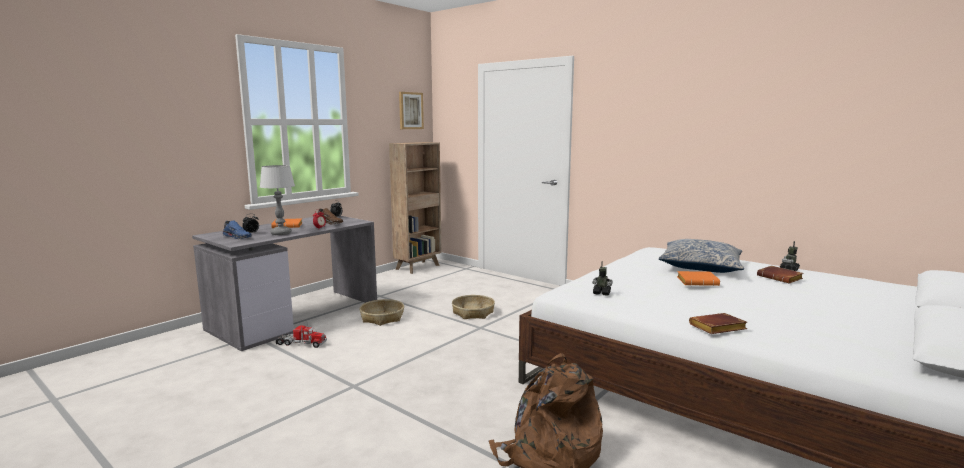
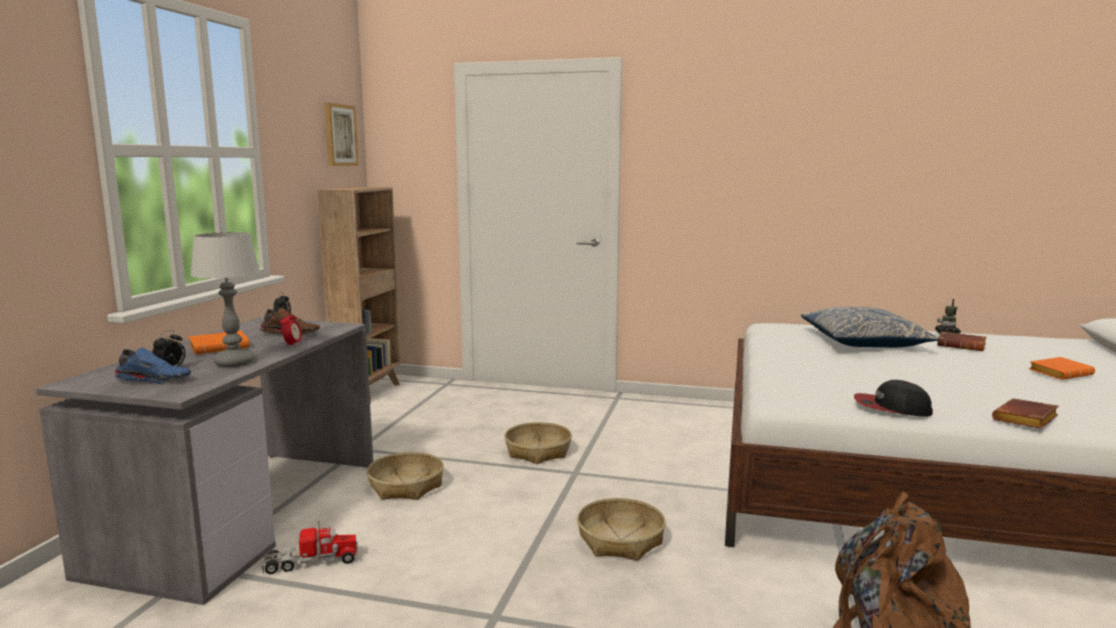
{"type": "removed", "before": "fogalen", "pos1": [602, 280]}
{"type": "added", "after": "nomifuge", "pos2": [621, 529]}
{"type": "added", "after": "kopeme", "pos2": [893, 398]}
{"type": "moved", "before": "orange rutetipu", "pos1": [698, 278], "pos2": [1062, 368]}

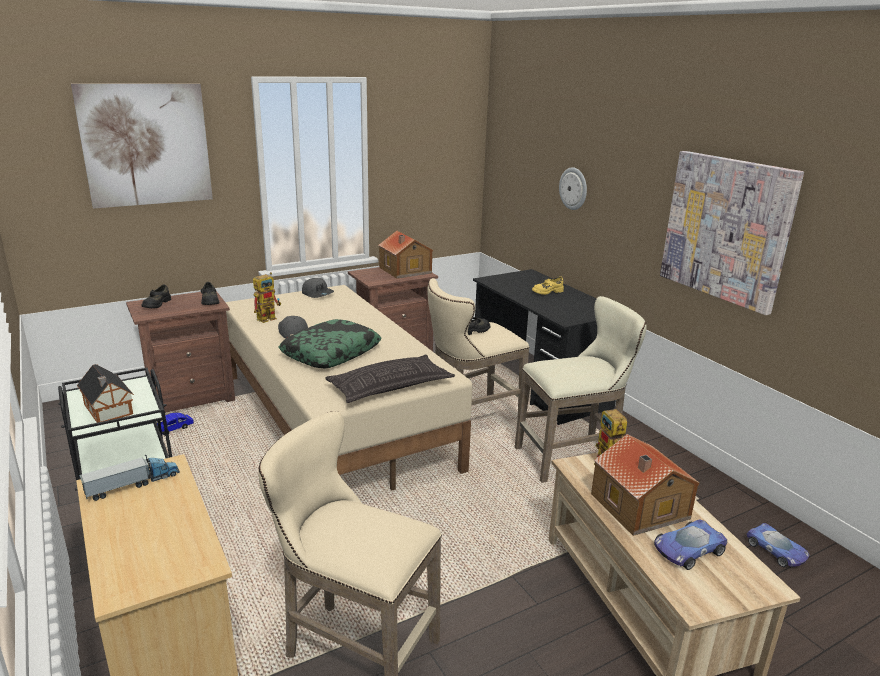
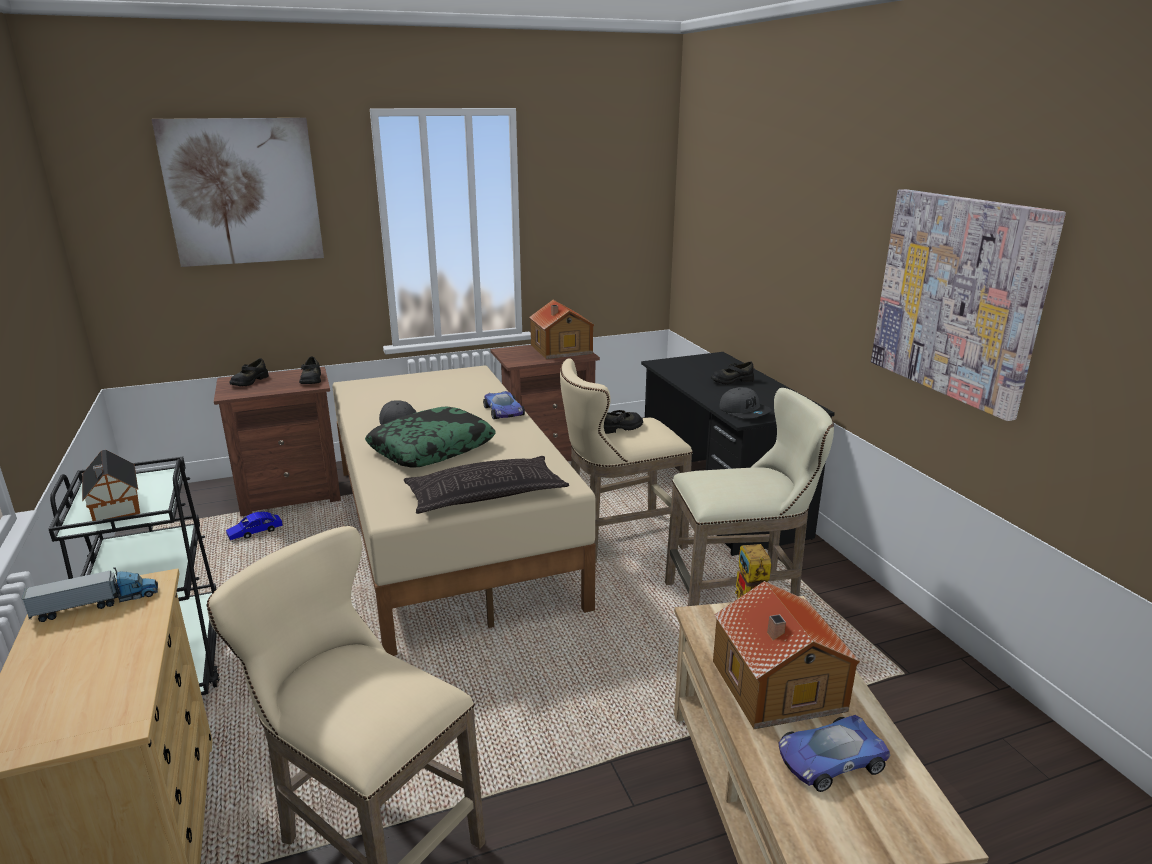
{"type": "removed", "before": "fogalen", "pos1": [267, 297]}
{"type": "removed", "before": "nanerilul", "pos1": [573, 188]}
{"type": "moved", "before": "grey kopeme", "pos1": [318, 288], "pos2": [745, 403]}
{"type": "moved", "before": "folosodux", "pos1": [777, 545], "pos2": [504, 405]}
{"type": "recoloured", "before": "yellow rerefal", "after": "black rerefal", "pos1": [548, 286], "pos2": [732, 372]}

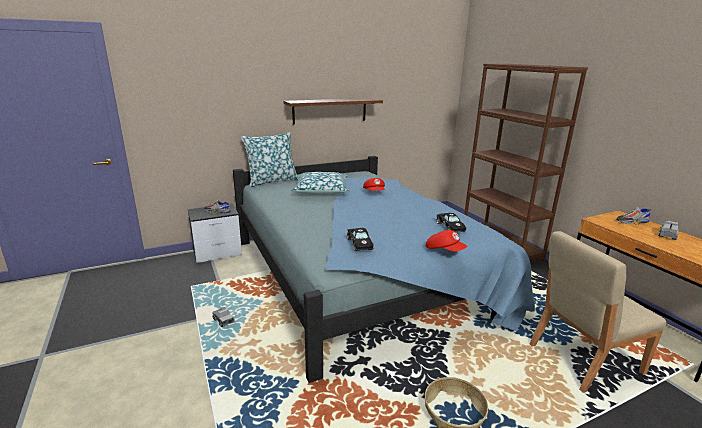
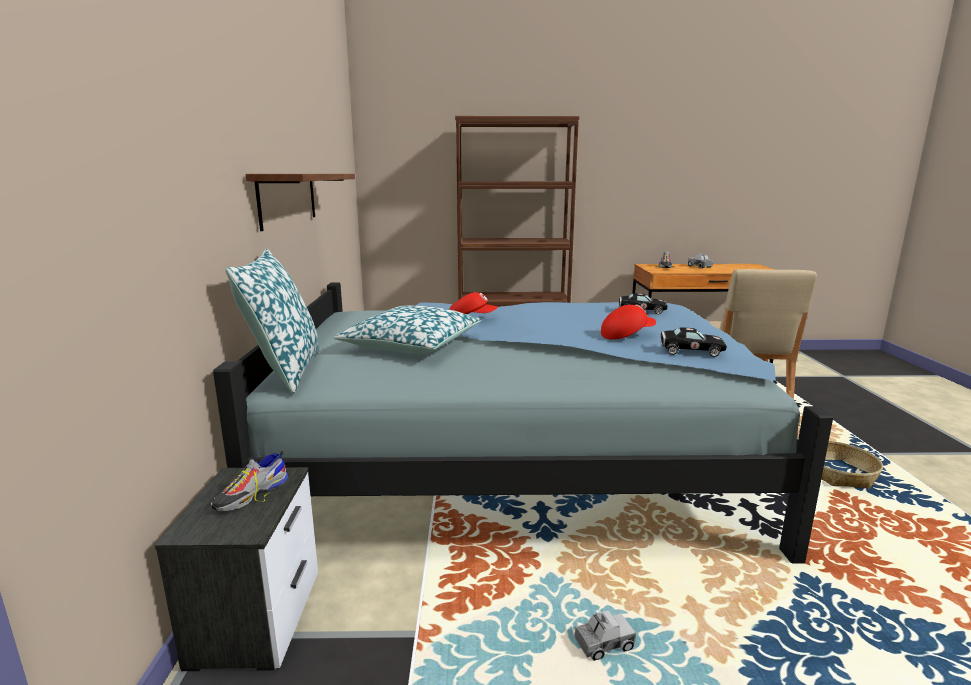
{"type": "moved", "before": "red kopeme", "pos1": [446, 240], "pos2": [628, 322]}

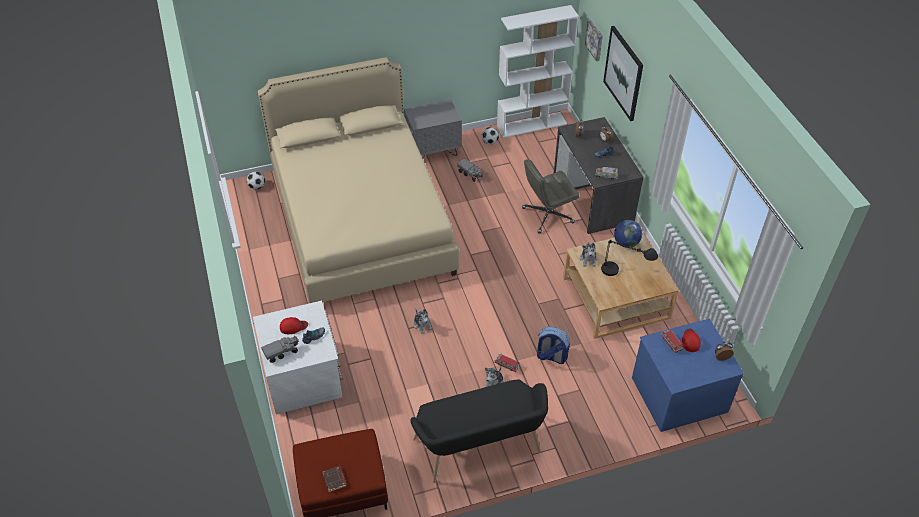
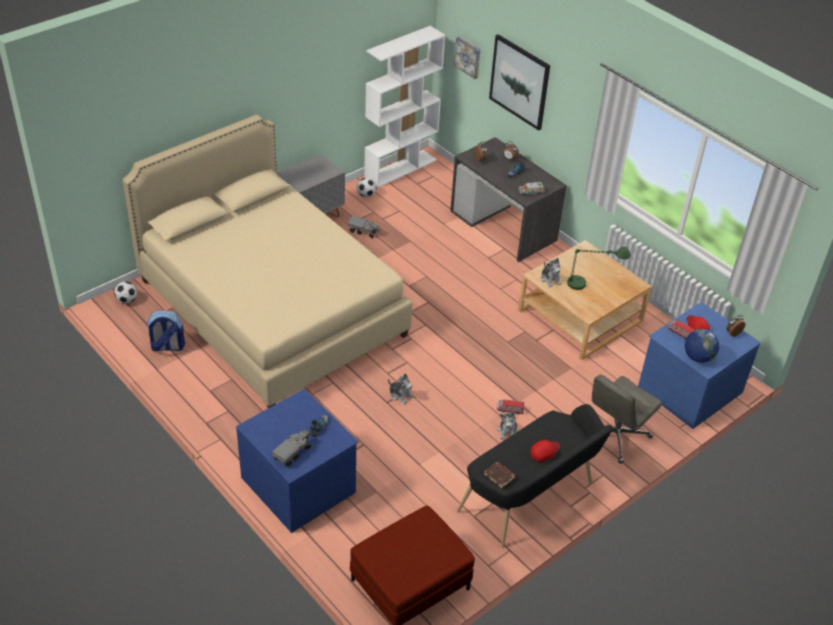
{"type": "moved", "before": "red kopeme", "pos1": [294, 325], "pos2": [545, 451]}
{"type": "moved", "before": "brown rutetipu", "pos1": [335, 479], "pos2": [499, 474]}
{"type": "moved", "before": "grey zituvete", "pos1": [550, 196], "pos2": [626, 419]}
{"type": "moved", "before": "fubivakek", "pos1": [553, 345], "pos2": [165, 330]}
{"type": "moved", "before": "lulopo", "pos1": [628, 234], "pos2": [702, 346]}
{"type": "recoloured", "before": "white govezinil", "after": "blue govezinil", "pos1": [298, 357], "pos2": [297, 461]}
{"type": "recoloured", "before": "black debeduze", "after": "green debeduze", "pos1": [629, 258], "pos2": [599, 268]}

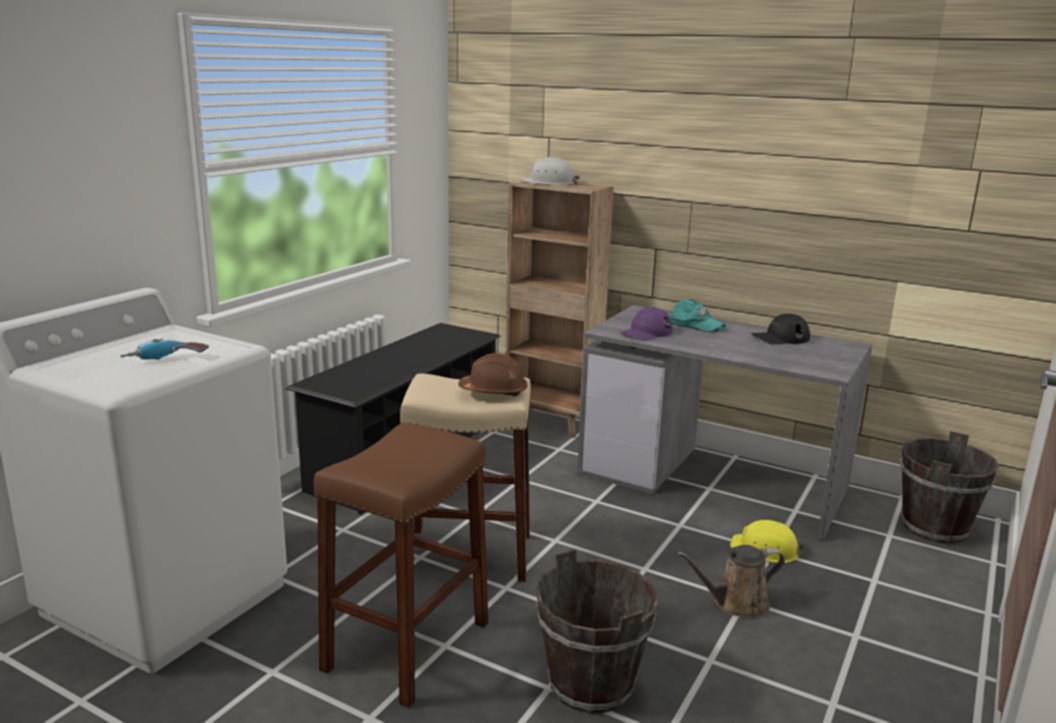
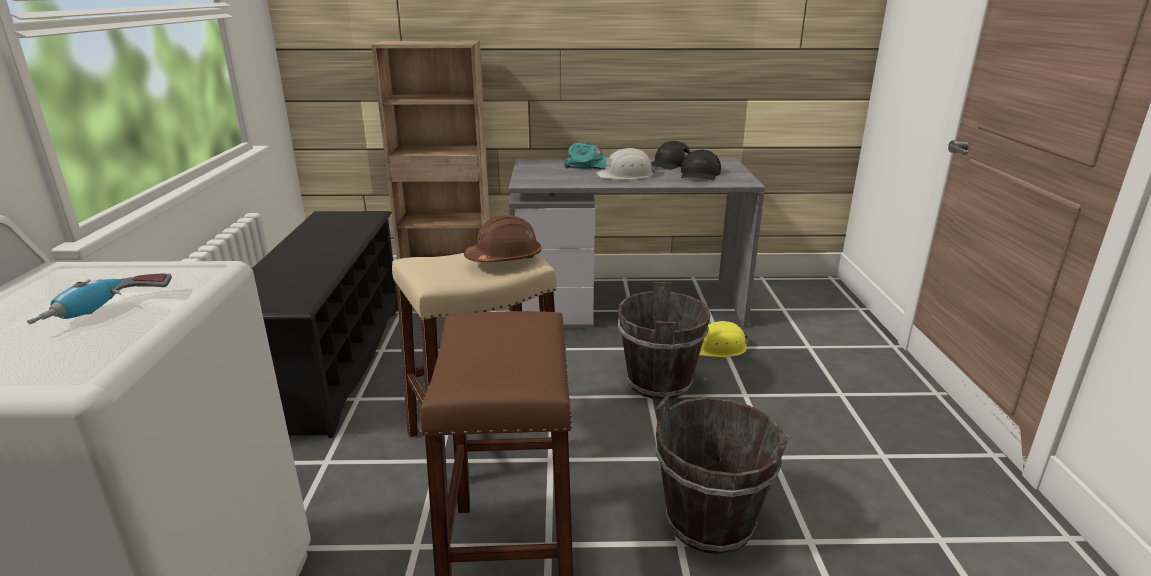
{"type": "removed", "before": "purple kopeme", "pos1": [646, 323]}
{"type": "removed", "before": "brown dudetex", "pos1": [730, 581]}
{"type": "added", "after": "black kopeme", "pos2": [701, 165]}
{"type": "moved", "before": "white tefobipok", "pos1": [550, 171], "pos2": [625, 164]}
{"type": "moved", "before": "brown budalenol", "pos1": [949, 487], "pos2": [664, 341]}

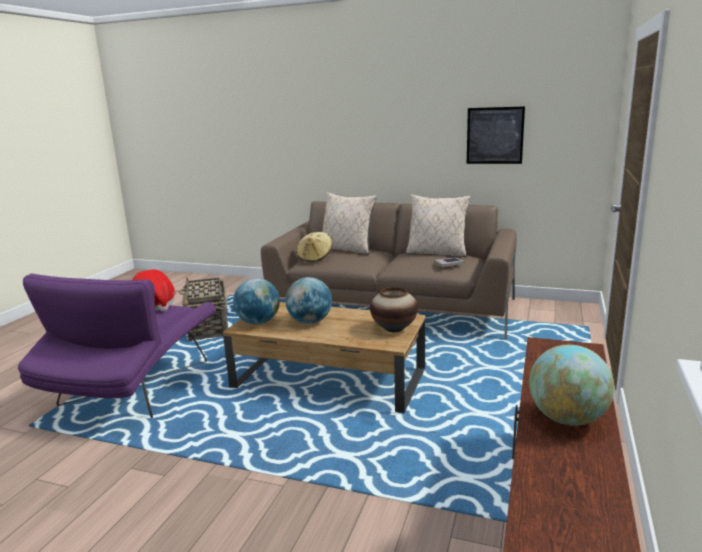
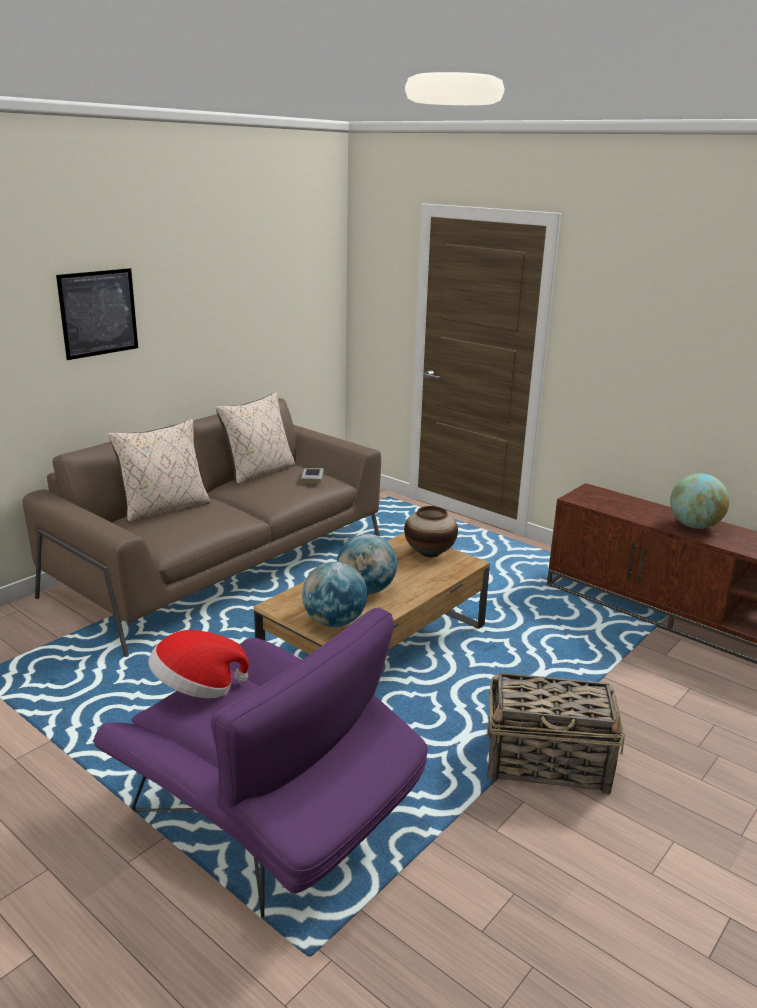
{"type": "removed", "before": "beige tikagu", "pos1": [314, 247]}
{"type": "moved", "before": "nomifuge", "pos1": [203, 309], "pos2": [555, 734]}
{"type": "moved", "before": "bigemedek", "pos1": [496, 135], "pos2": [97, 314]}

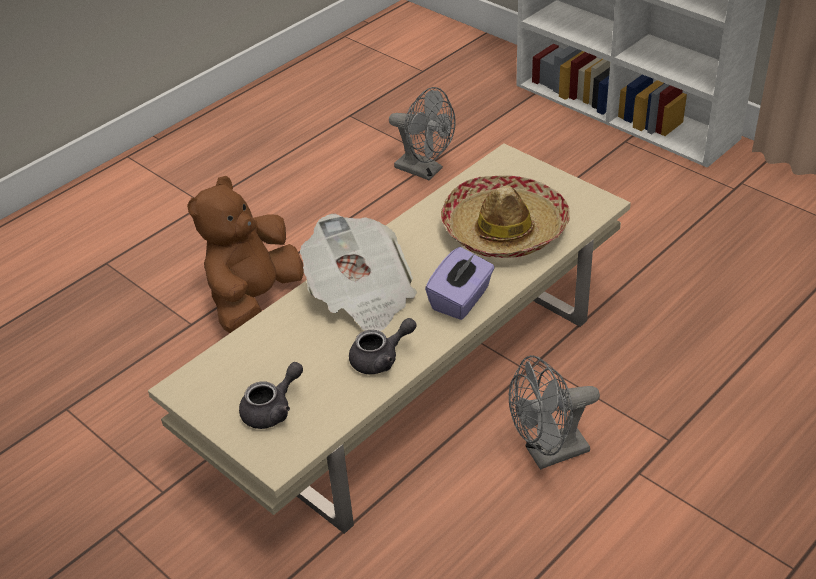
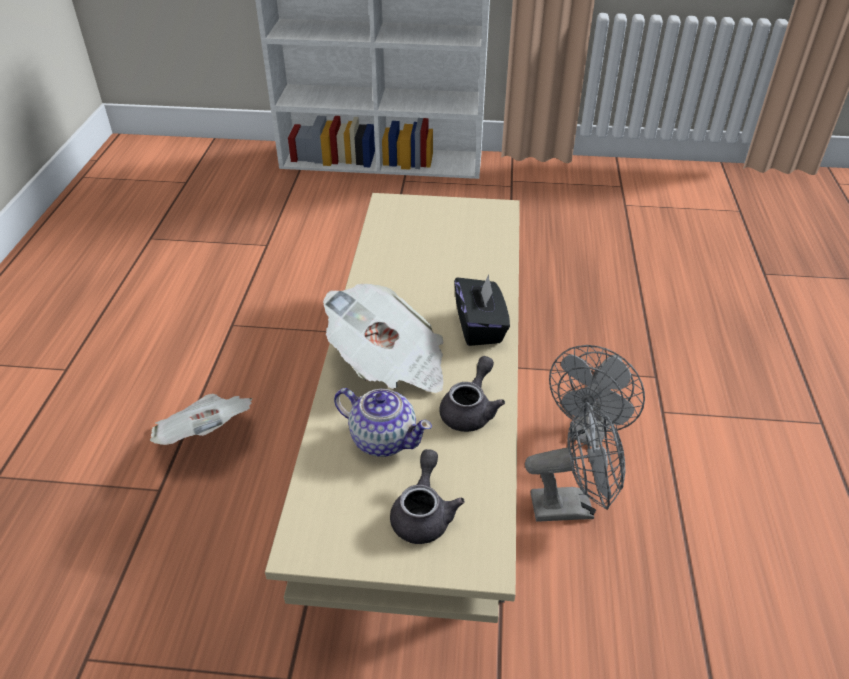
{"type": "removed", "before": "tikagu", "pos1": [505, 216]}
{"type": "added", "after": "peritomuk", "pos2": [383, 422]}
{"type": "moved", "before": "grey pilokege", "pos1": [422, 133], "pos2": [575, 462]}
{"type": "replaced", "before": "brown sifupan", "after": "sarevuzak", "pos1": [245, 254], "pos2": [201, 419]}
{"type": "recoloured", "before": "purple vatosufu", "after": "black vatosufu", "pos1": [460, 283], "pos2": [482, 310]}

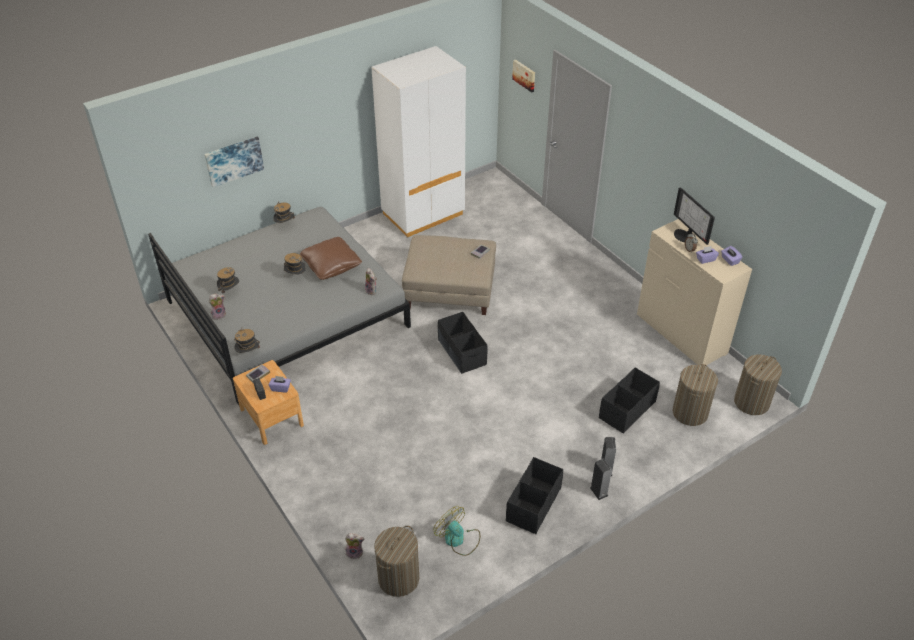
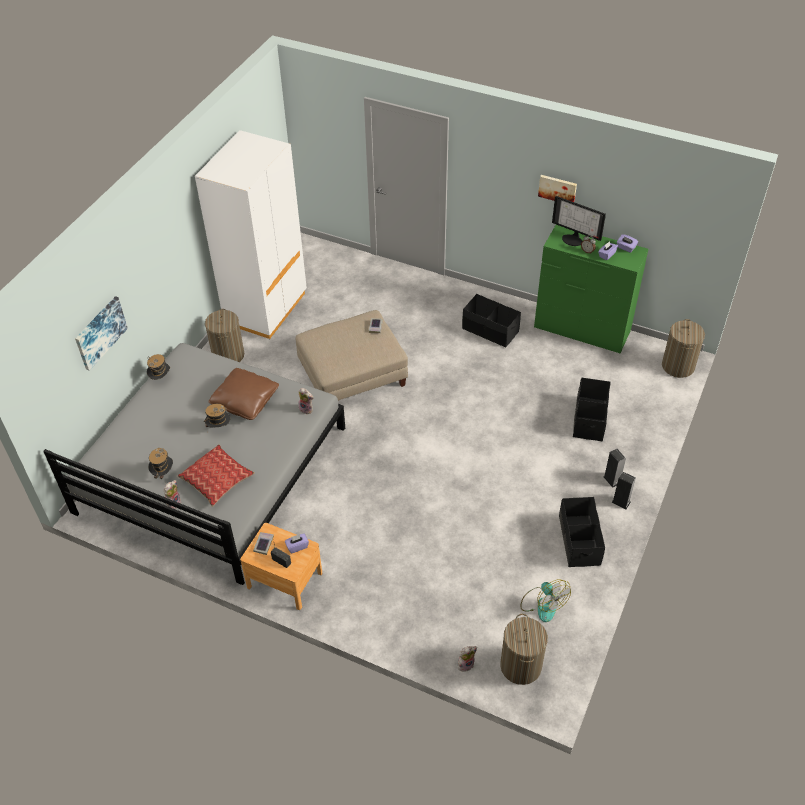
{"type": "removed", "before": "tikagu", "pos1": [247, 340]}
{"type": "added", "after": "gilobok", "pos2": [216, 476]}
{"type": "moved", "before": "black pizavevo", "pos1": [462, 343], "pos2": [491, 320]}
{"type": "moved", "before": "bigemedek", "pos1": [523, 76], "pos2": [557, 188]}
{"type": "moved", "before": "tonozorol", "pos1": [695, 395], "pos2": [224, 335]}
{"type": "recoloured", "before": "beige govezinil", "after": "green govezinil", "pos1": [694, 292], "pos2": [591, 289]}
{"type": "turned", "before": "pilokege", "pos1": [456, 531], "pos2": [545, 601], "turn": -135}

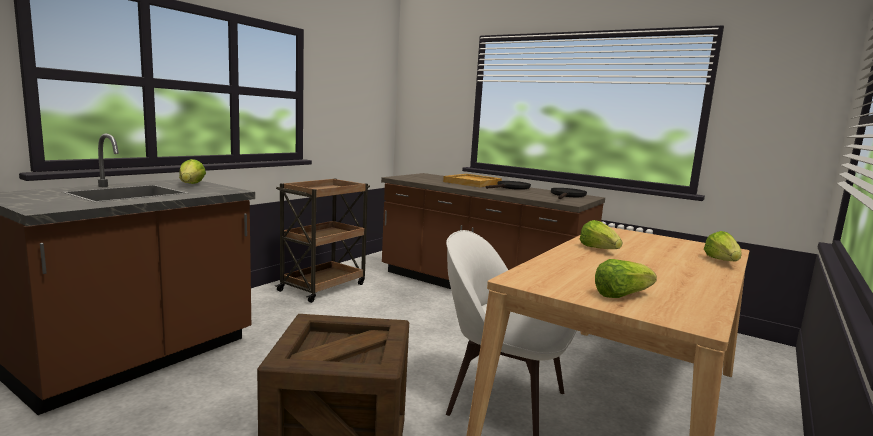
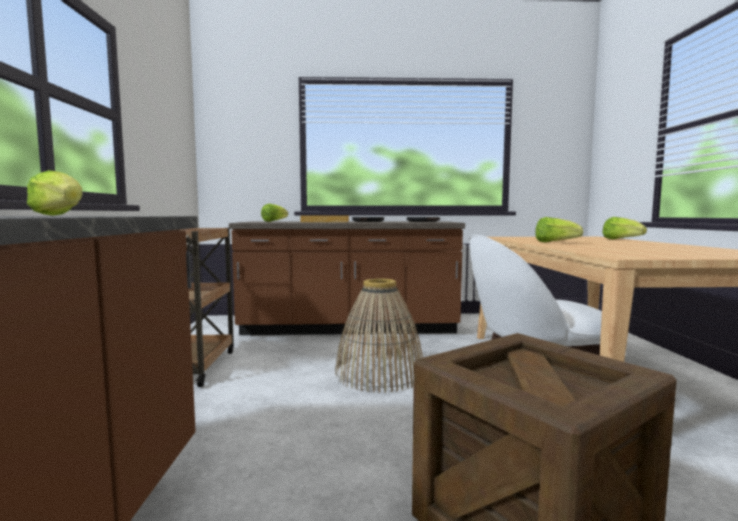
{"type": "added", "after": "nomifuge", "pos2": [379, 335]}
{"type": "moved", "before": "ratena", "pos1": [626, 278], "pos2": [274, 213]}

